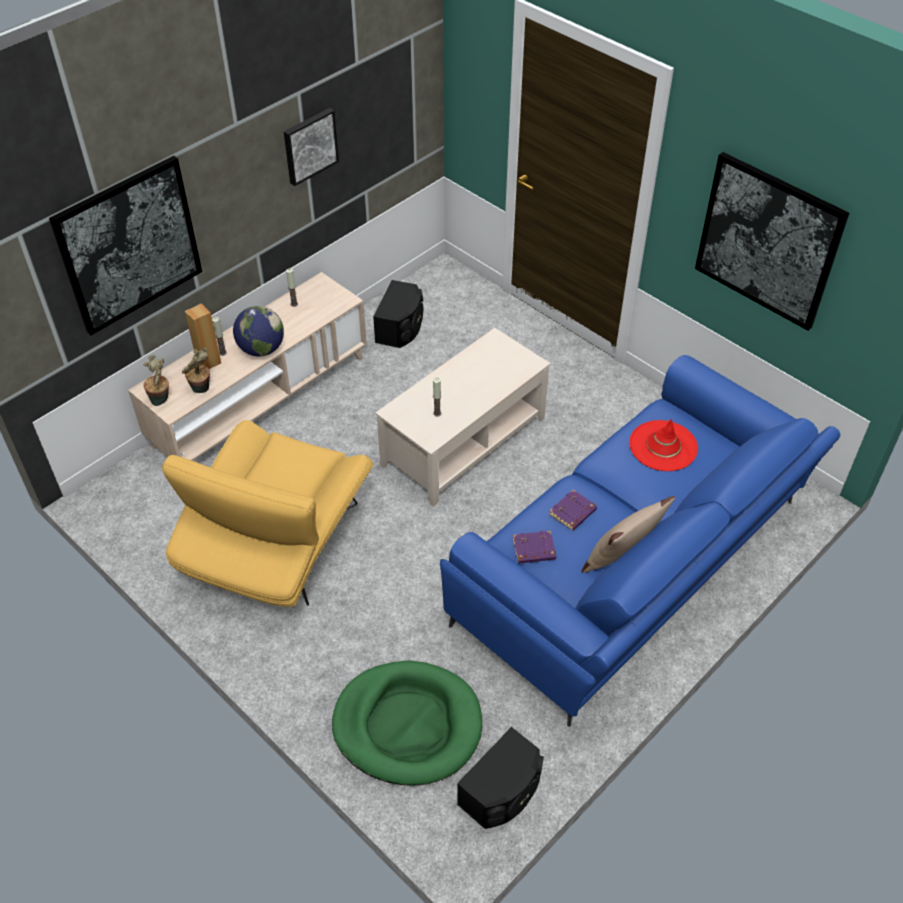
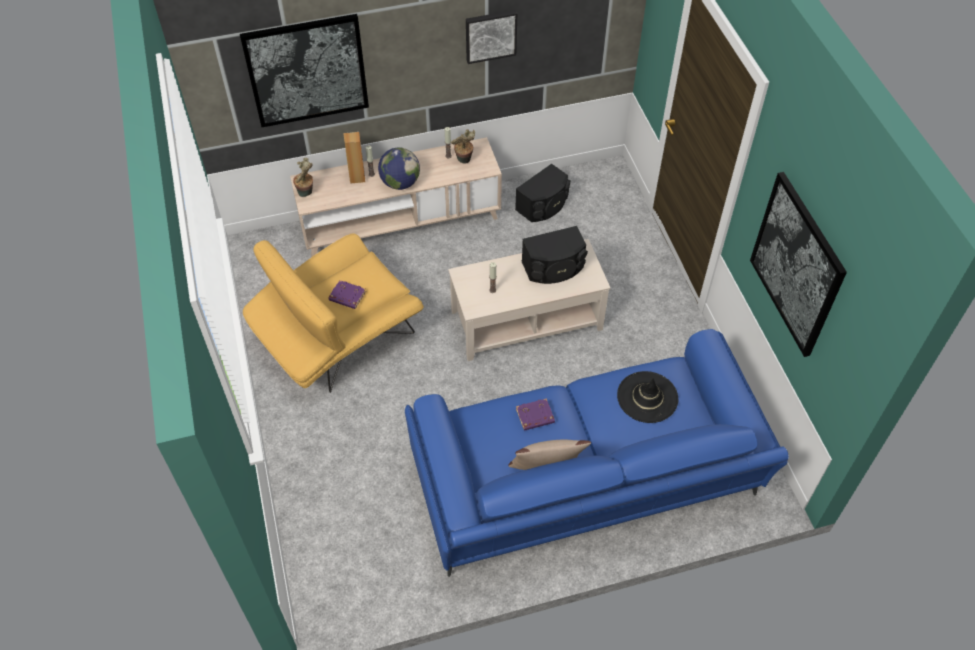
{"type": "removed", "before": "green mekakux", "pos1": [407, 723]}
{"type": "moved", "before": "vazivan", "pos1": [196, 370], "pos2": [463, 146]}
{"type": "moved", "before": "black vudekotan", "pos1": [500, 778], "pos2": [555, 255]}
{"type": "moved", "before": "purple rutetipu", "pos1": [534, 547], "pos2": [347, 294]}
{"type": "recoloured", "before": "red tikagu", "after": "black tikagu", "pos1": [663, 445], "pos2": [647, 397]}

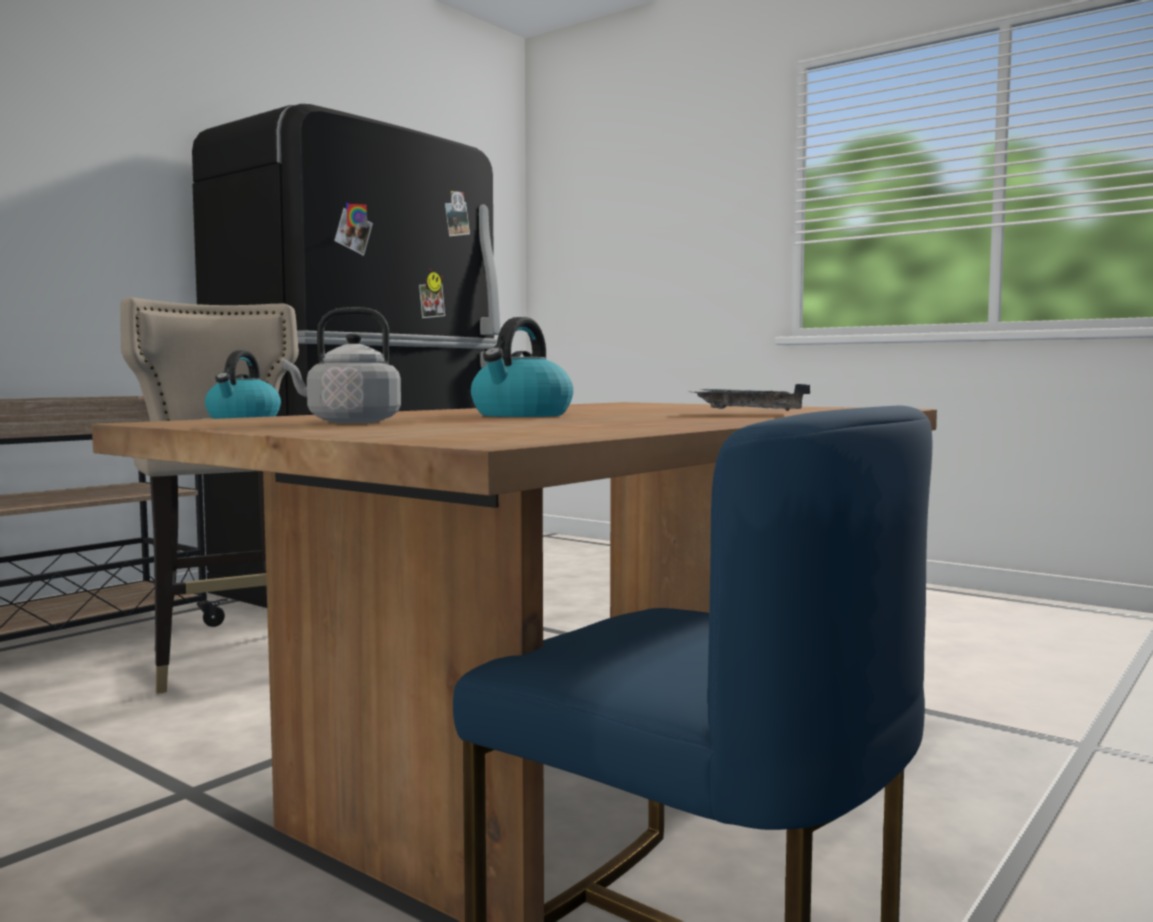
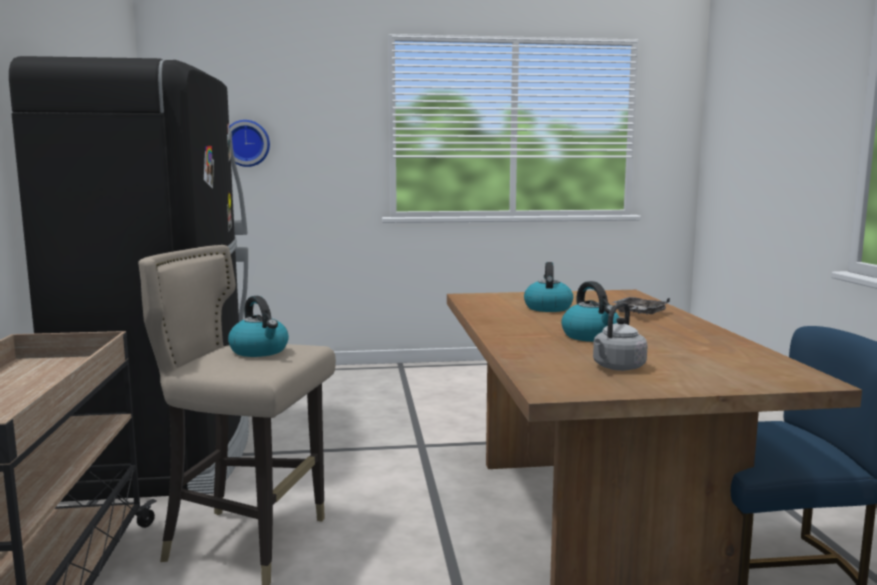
{"type": "added", "after": "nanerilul", "pos2": [249, 143]}
{"type": "added", "after": "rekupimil", "pos2": [548, 287]}

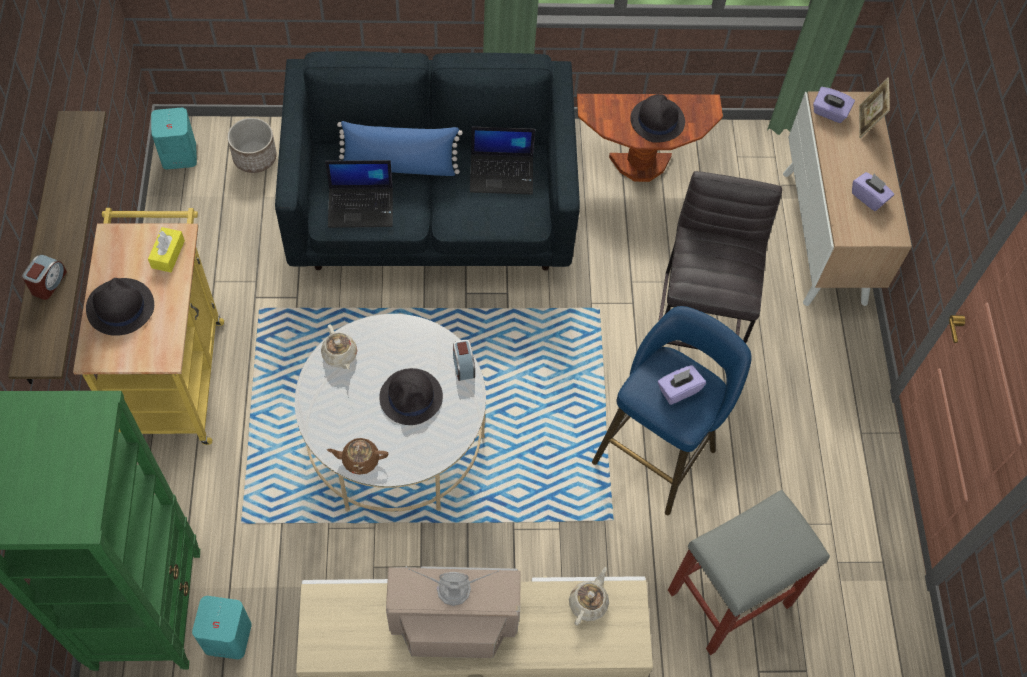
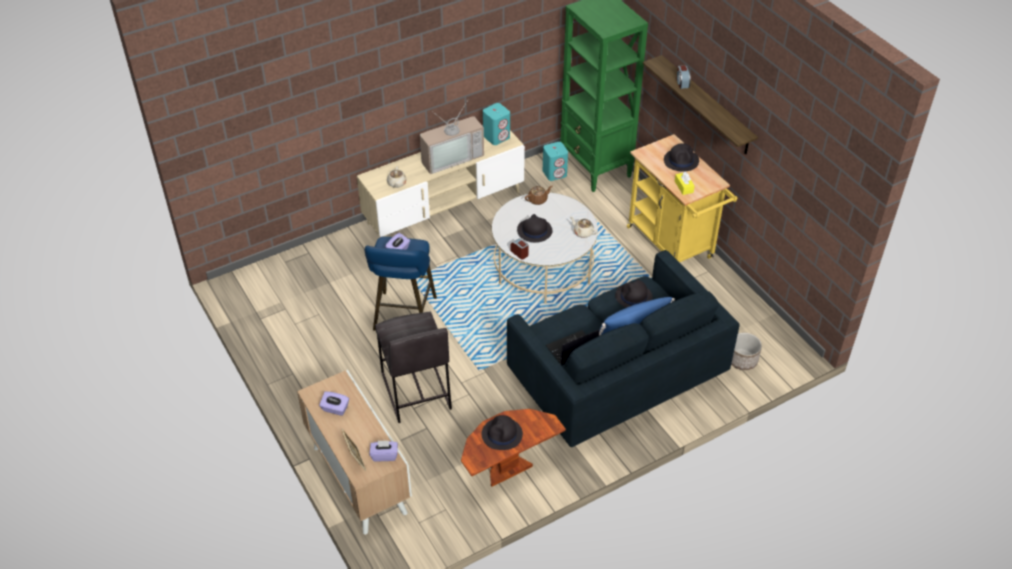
{"type": "removed", "before": "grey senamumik", "pos1": [749, 572]}
{"type": "moved", "before": "turquoise vudekotan", "pos1": [174, 138], "pos2": [496, 124]}
{"type": "replaced", "before": "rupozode", "after": "black tikagu", "pos1": [359, 194], "pos2": [634, 294]}

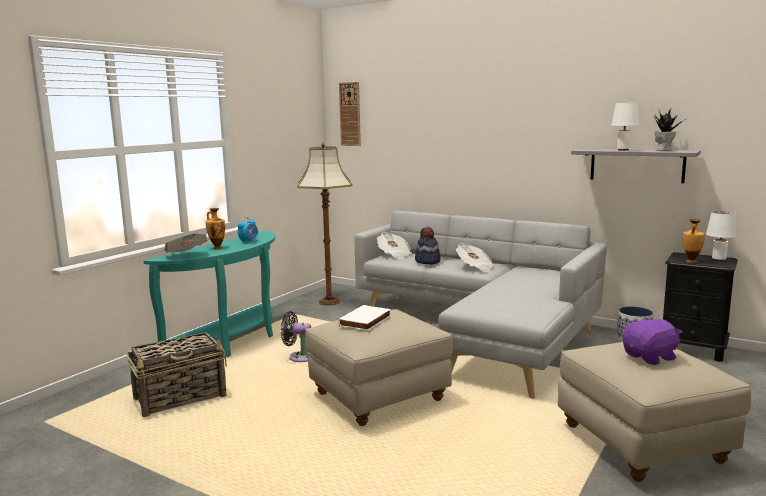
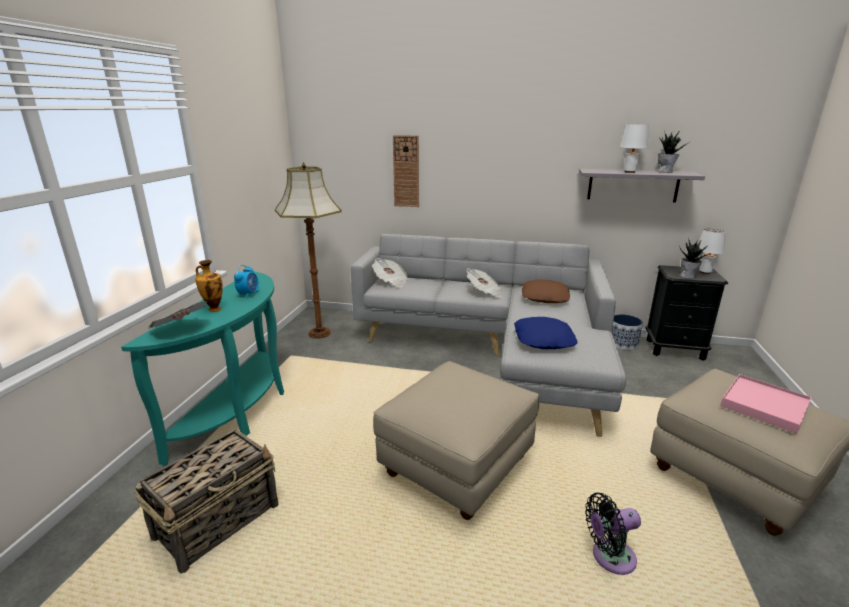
{"type": "removed", "before": "white rutetipu", "pos1": [365, 318]}
{"type": "removed", "before": "tikagu", "pos1": [428, 245]}
{"type": "added", "after": "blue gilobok", "pos2": [546, 333]}
{"type": "added", "after": "brown gilobok", "pos2": [546, 291]}
{"type": "moved", "before": "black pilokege", "pos1": [296, 336], "pos2": [613, 533]}
{"type": "moved", "before": "nanerilul", "pos1": [350, 114], "pos2": [406, 171]}
{"type": "replaced", "before": "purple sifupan", "after": "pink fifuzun", "pos1": [652, 341], "pos2": [766, 404]}
{"type": "replaced", "before": "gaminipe", "after": "vazivan", "pos1": [694, 241], "pos2": [693, 258]}

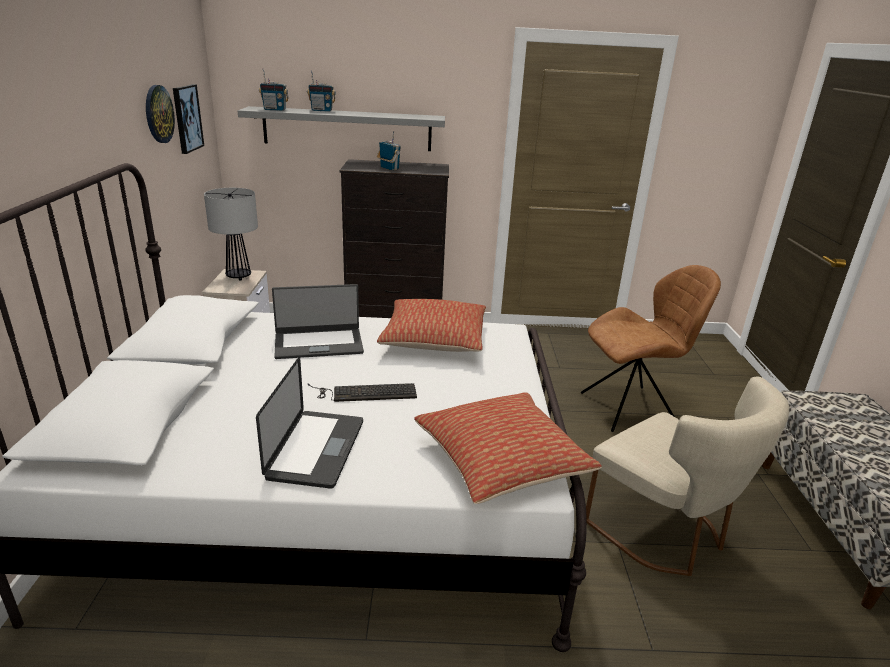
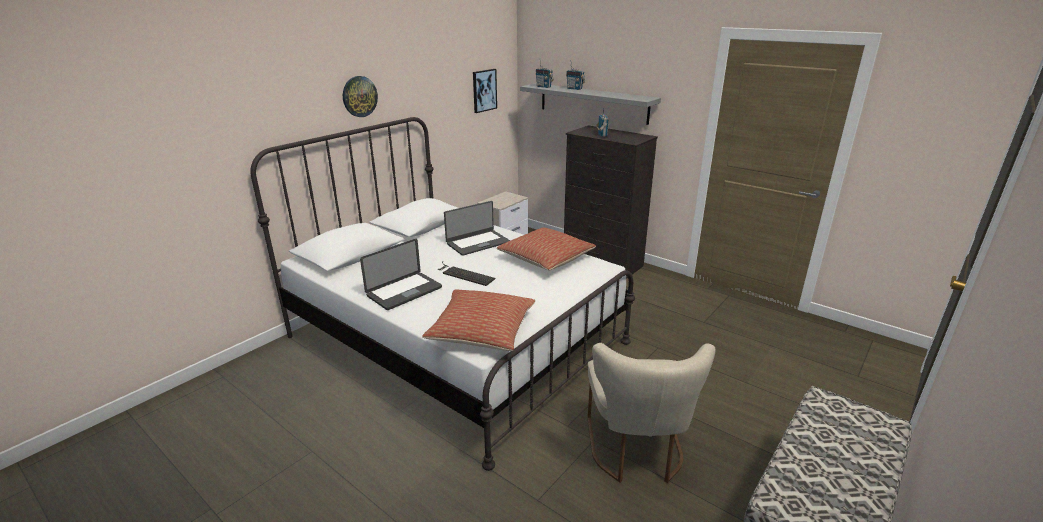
{"type": "removed", "before": "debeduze", "pos1": [231, 234]}
{"type": "removed", "before": "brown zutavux", "pos1": [651, 348]}
{"type": "moved", "before": "nanerilul", "pos1": [160, 114], "pos2": [360, 96]}
{"type": "turned", "before": "rupozode", "pos1": [318, 321], "pos2": [477, 228], "turn": -60}

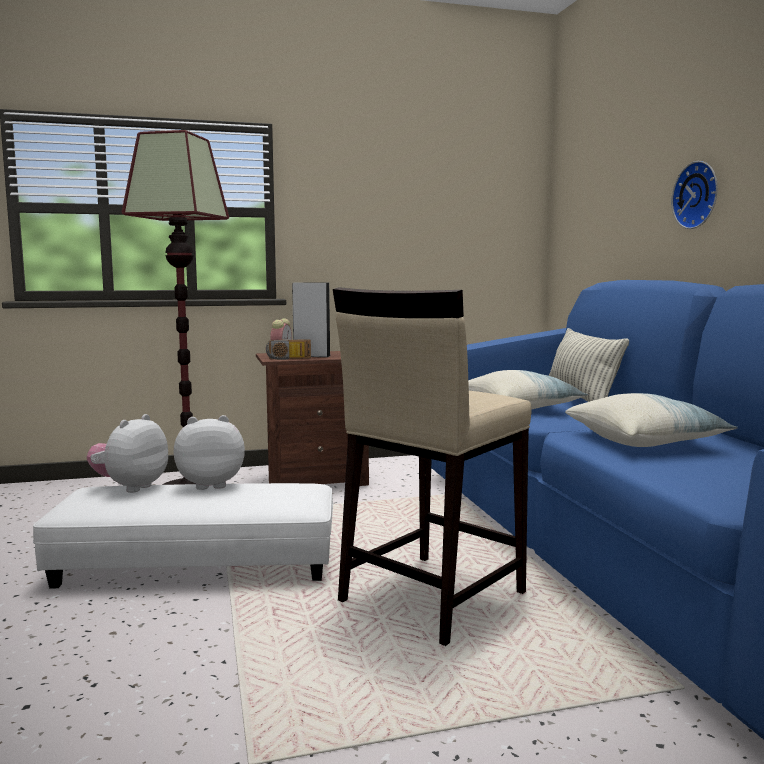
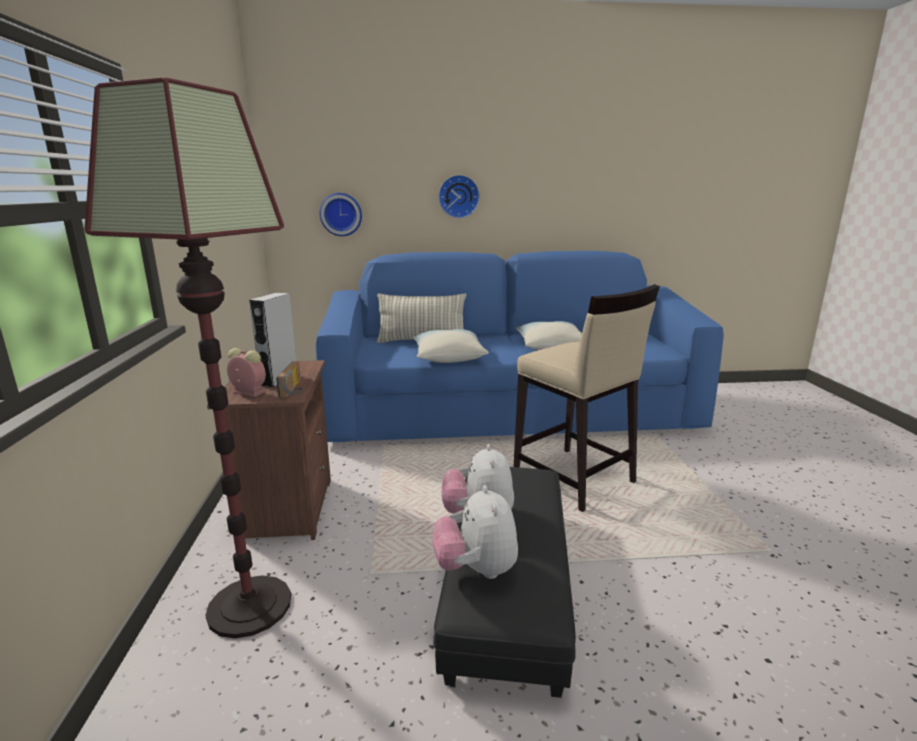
{"type": "added", "after": "nanerilul", "pos2": [340, 214]}
{"type": "recoloured", "before": "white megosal", "after": "black megosal", "pos1": [183, 536], "pos2": [504, 582]}
{"type": "turned", "before": "sifupan", "pos1": [127, 453], "pos2": [475, 532], "turn": 45}

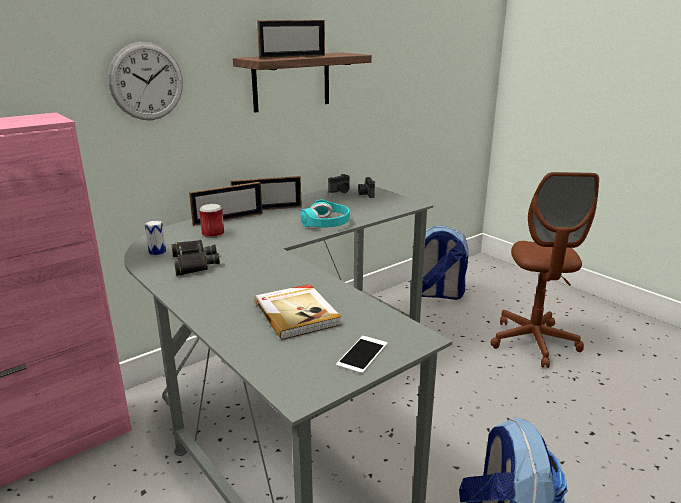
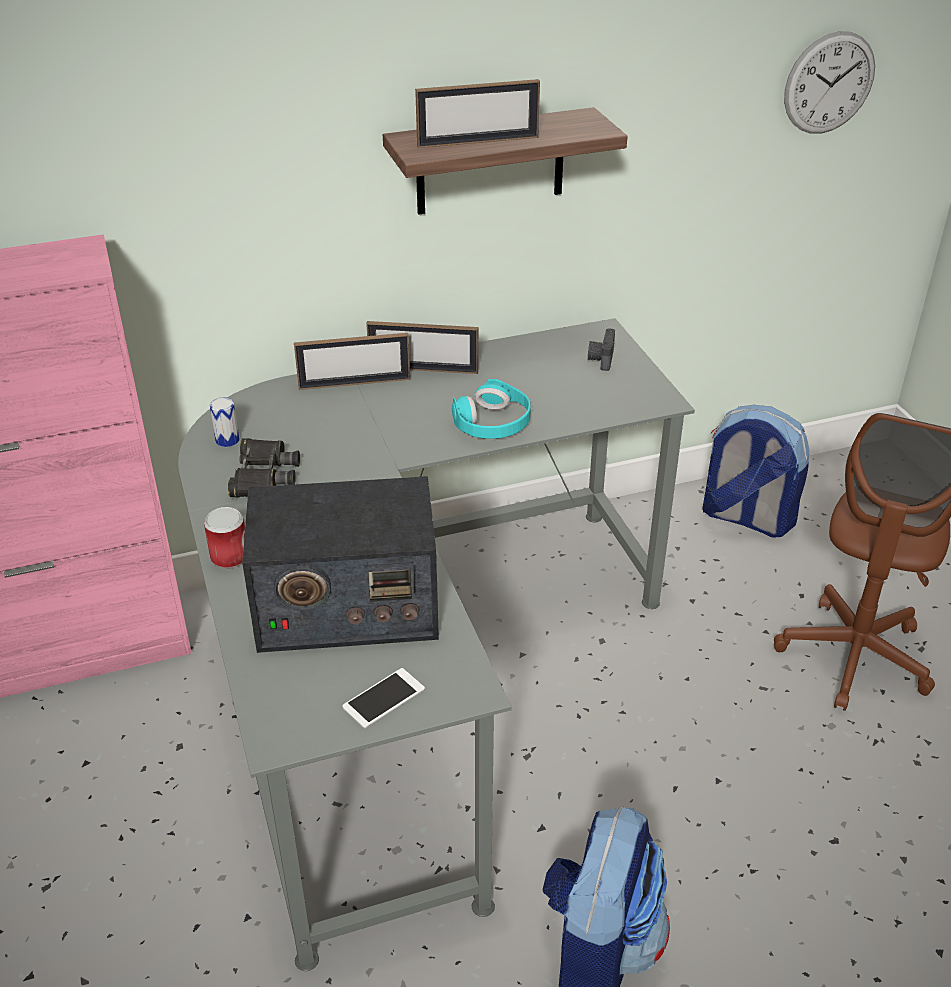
{"type": "removed", "before": "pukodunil", "pos1": [339, 183]}
{"type": "moved", "before": "nanerilul", "pos1": [145, 81], "pos2": [829, 82]}
{"type": "moved", "before": "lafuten", "pos1": [211, 221], "pos2": [224, 538]}
{"type": "replaced", "before": "rutetipu", "after": "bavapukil", "pos1": [297, 312], "pos2": [340, 564]}

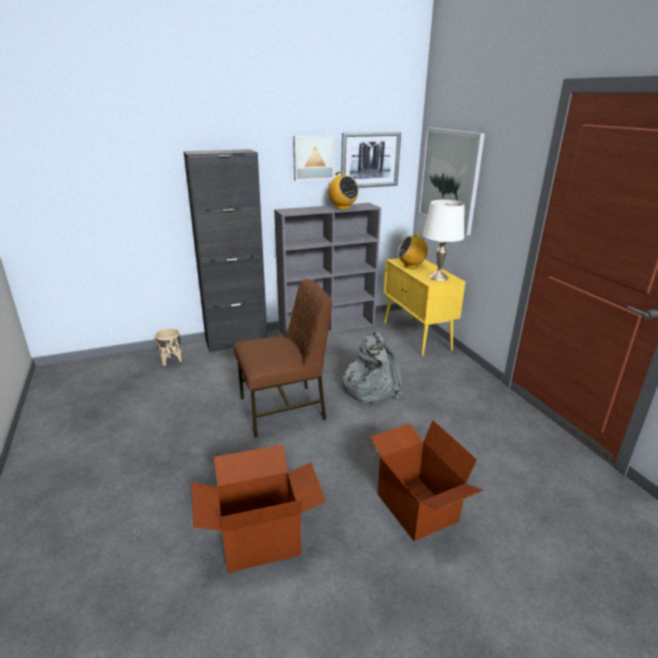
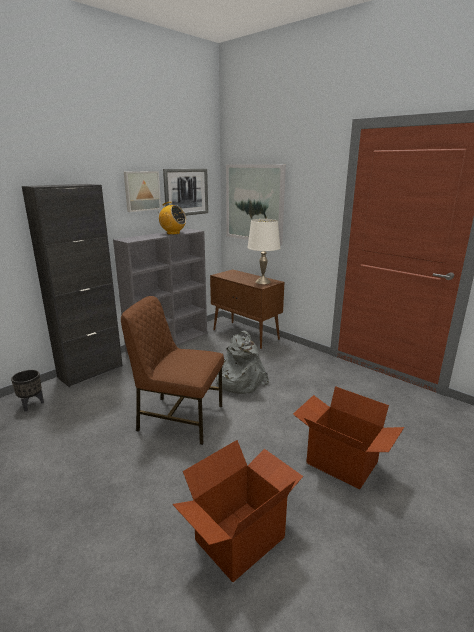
{"type": "removed", "before": "bavapukil", "pos1": [413, 251]}
{"type": "recoloured", "before": "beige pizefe", "after": "black pizefe", "pos1": [168, 347], "pos2": [27, 390]}
{"type": "recoloured", "before": "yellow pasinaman", "after": "brown pasinaman", "pos1": [424, 307], "pos2": [247, 309]}
{"type": "turned", "before": "brown zutavux", "pos1": [283, 358], "pos2": [172, 370], "turn": -120}

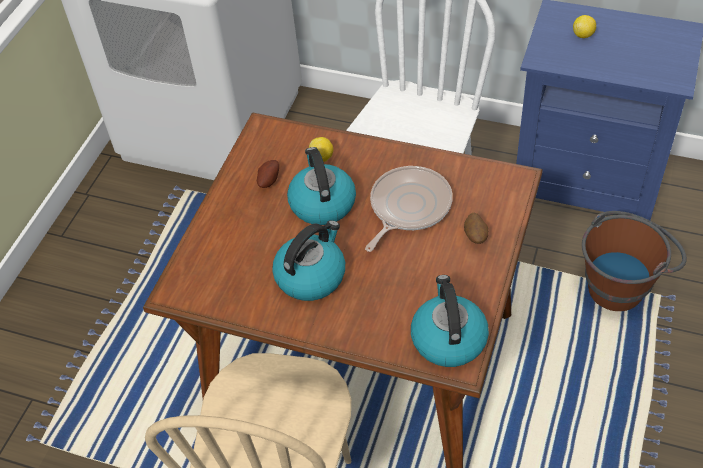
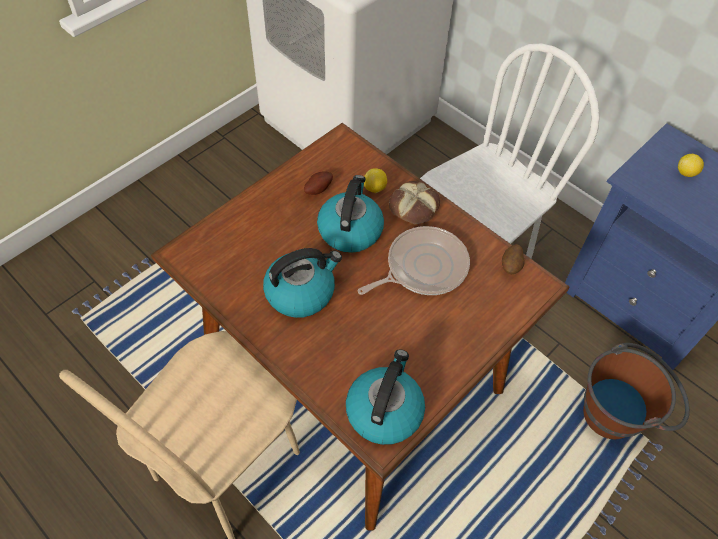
{"type": "added", "after": "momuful", "pos2": [414, 202]}
{"type": "moved", "before": "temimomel", "pos1": [476, 228], "pos2": [513, 259]}

